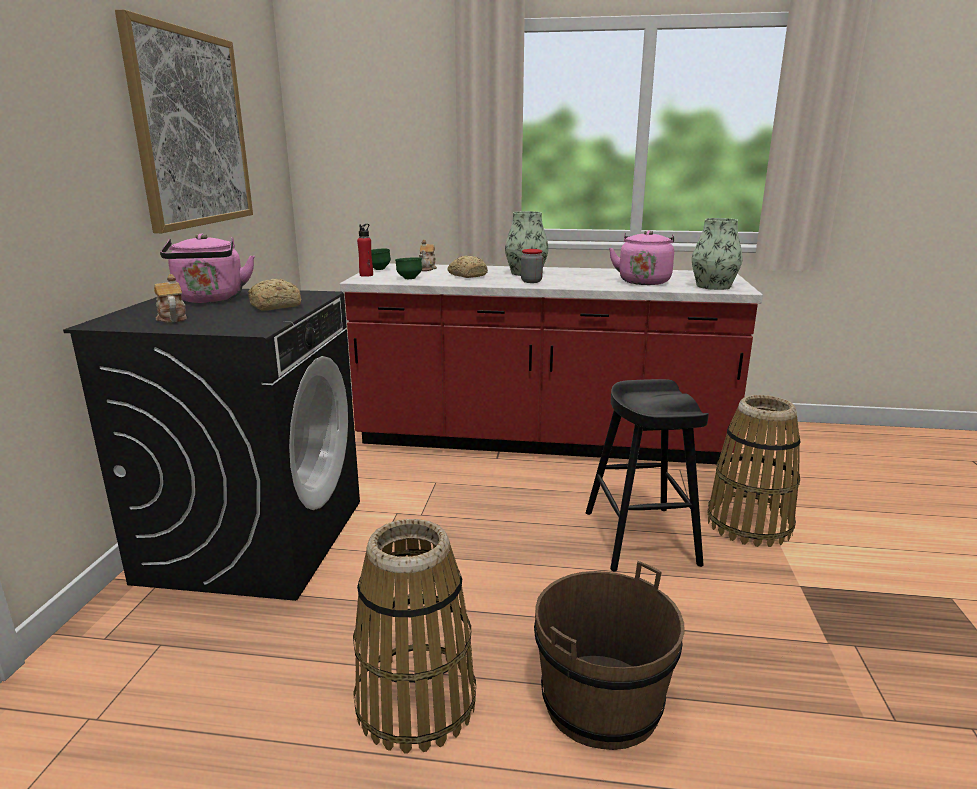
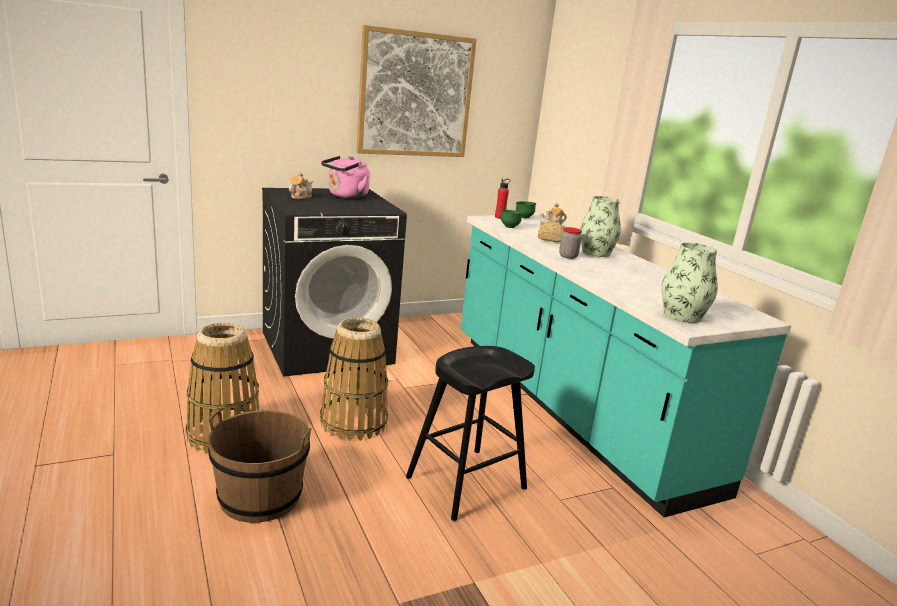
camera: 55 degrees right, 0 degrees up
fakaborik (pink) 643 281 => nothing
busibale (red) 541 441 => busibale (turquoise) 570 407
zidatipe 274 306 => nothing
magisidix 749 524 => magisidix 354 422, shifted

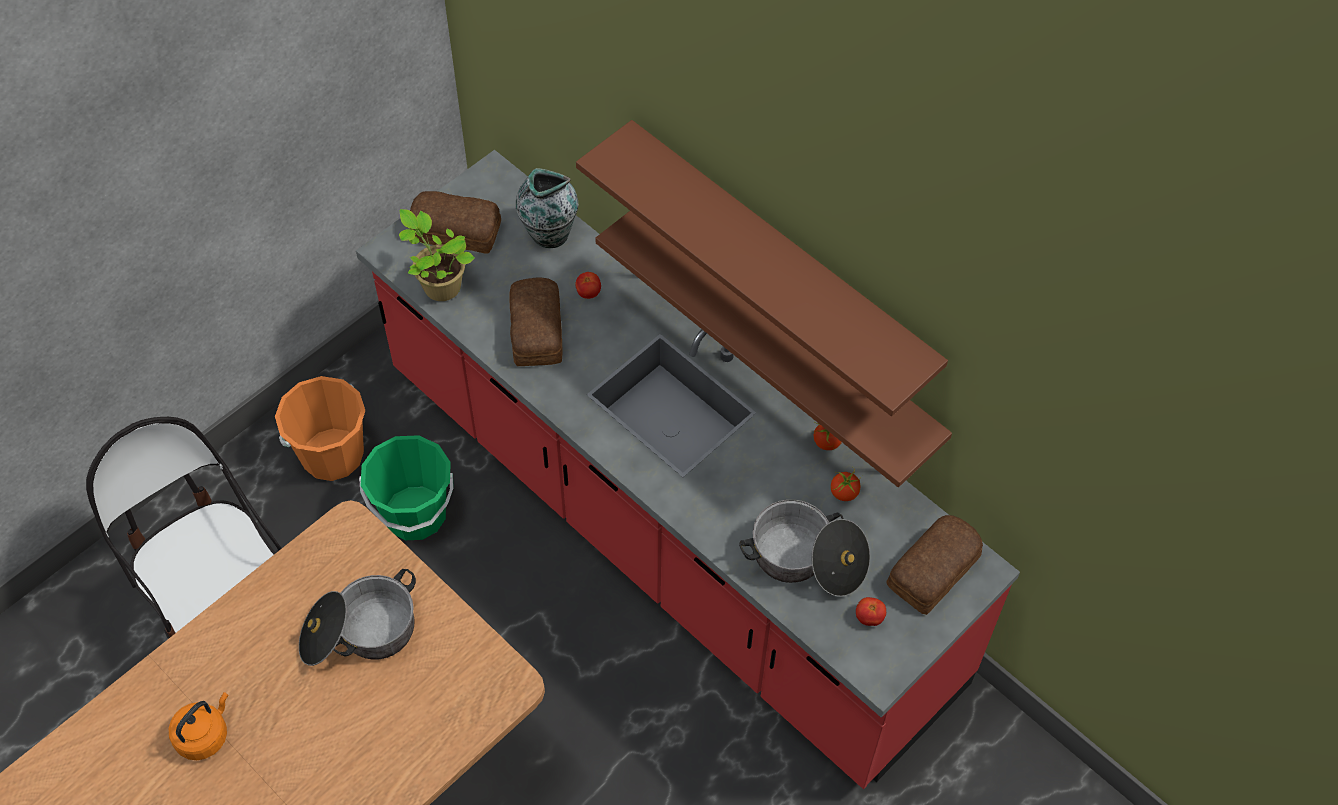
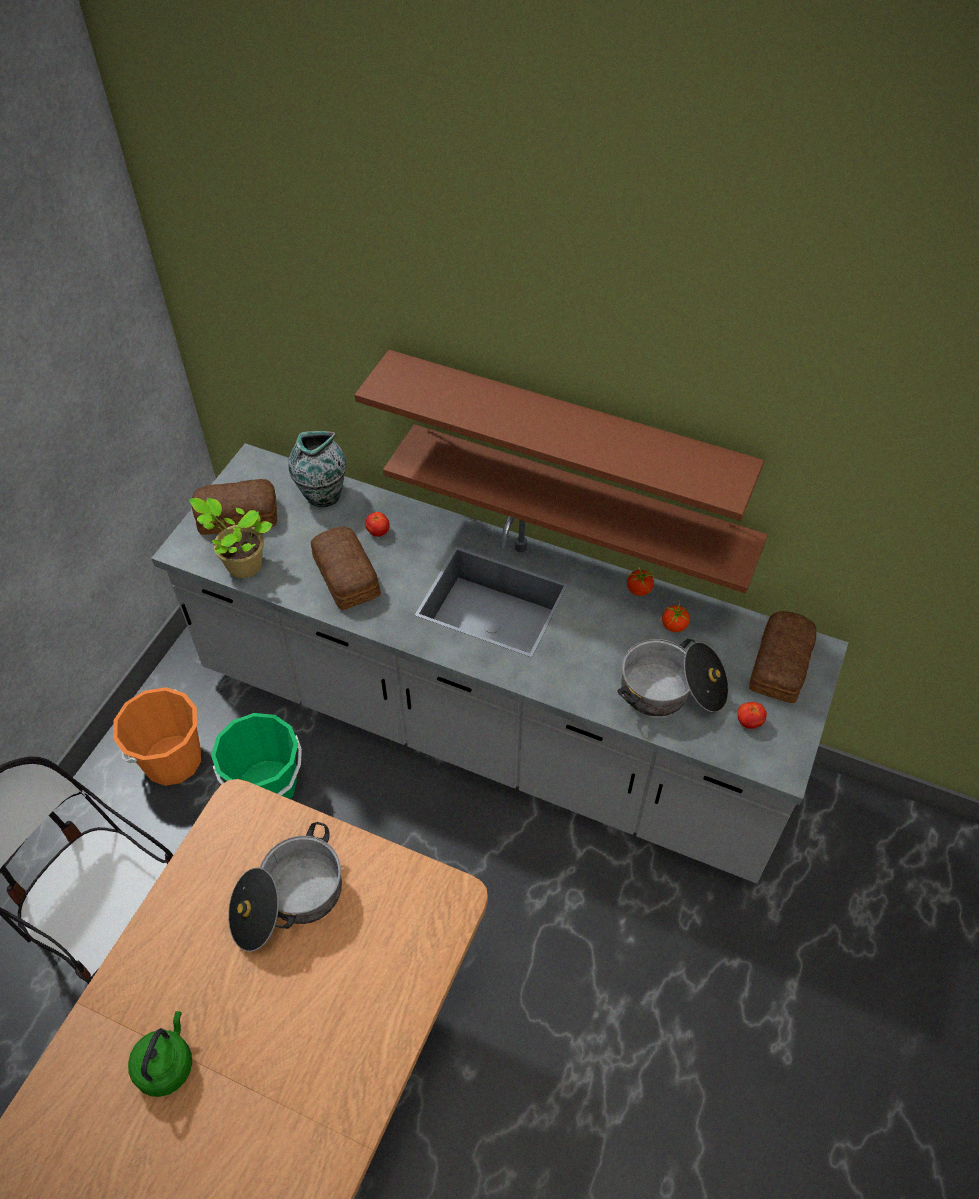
camera: 20 degrees left, 5 degrees down
busibale (red) 666 527 => busibale (grey) 489 725
fakaborik (orange) 204 735 => fakaborik (green) 166 1064

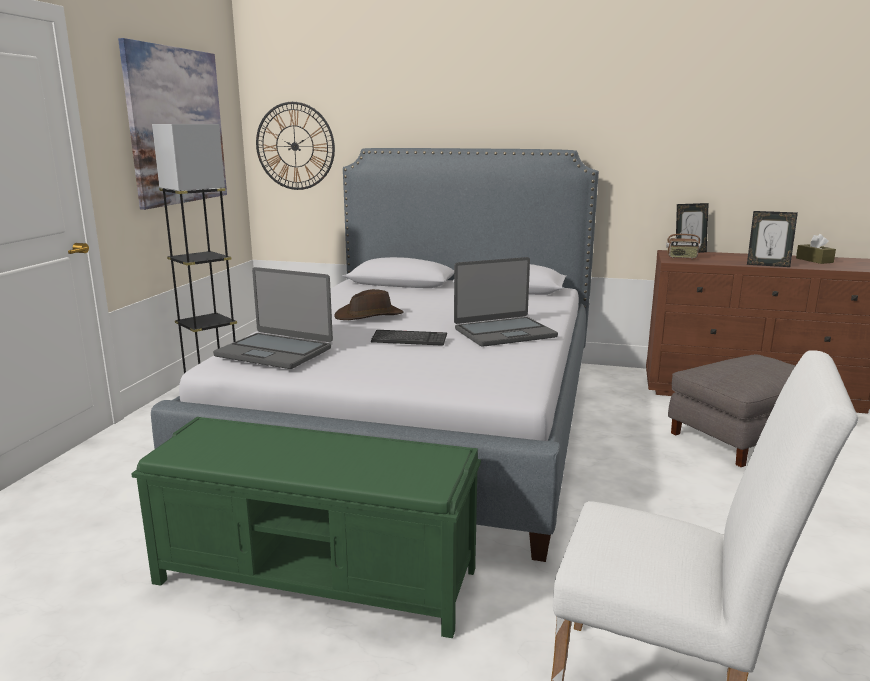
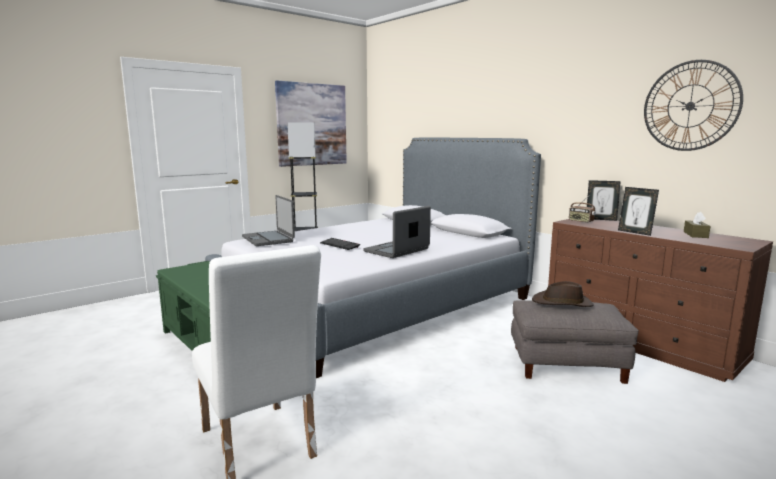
camera: 35 degrees right, 5 degrees down
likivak 295 146 => likivak 690 106, shifted
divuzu 504 333 => divuzu 397 250, 120 degrees clockwise
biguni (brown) 369 316 => biguni (brown) 562 303, shifted

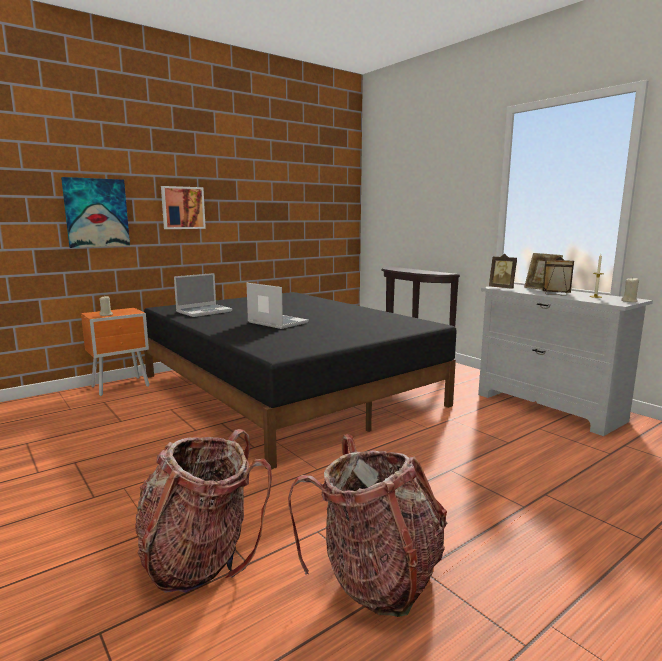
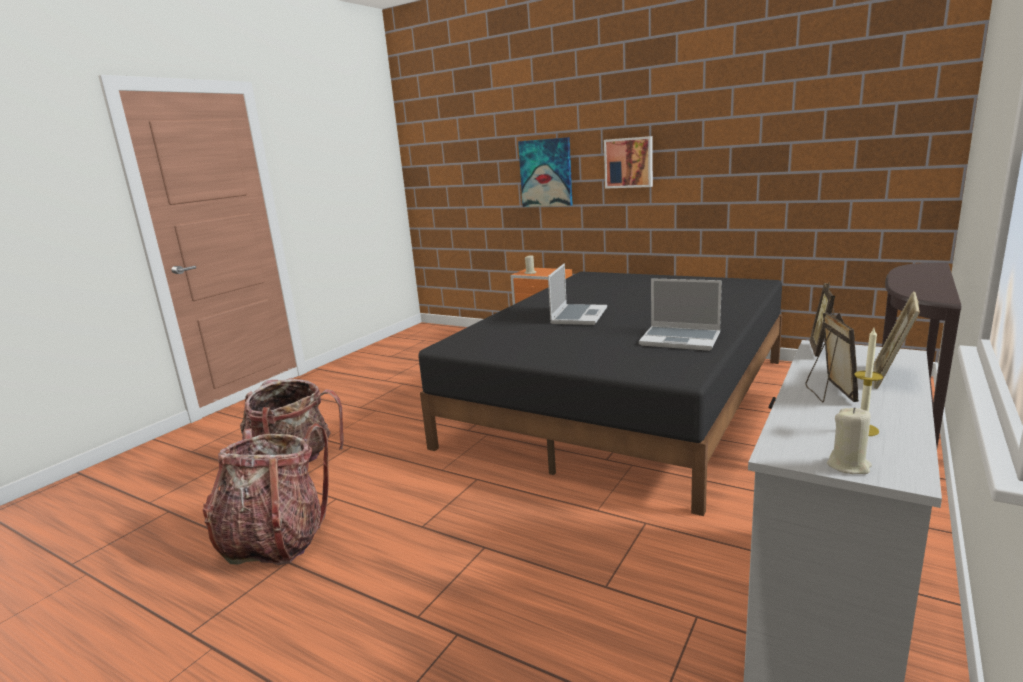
camera: 70 degrees right, 5 degrees up
divuzu 204 311 => divuzu 681 339, shifted

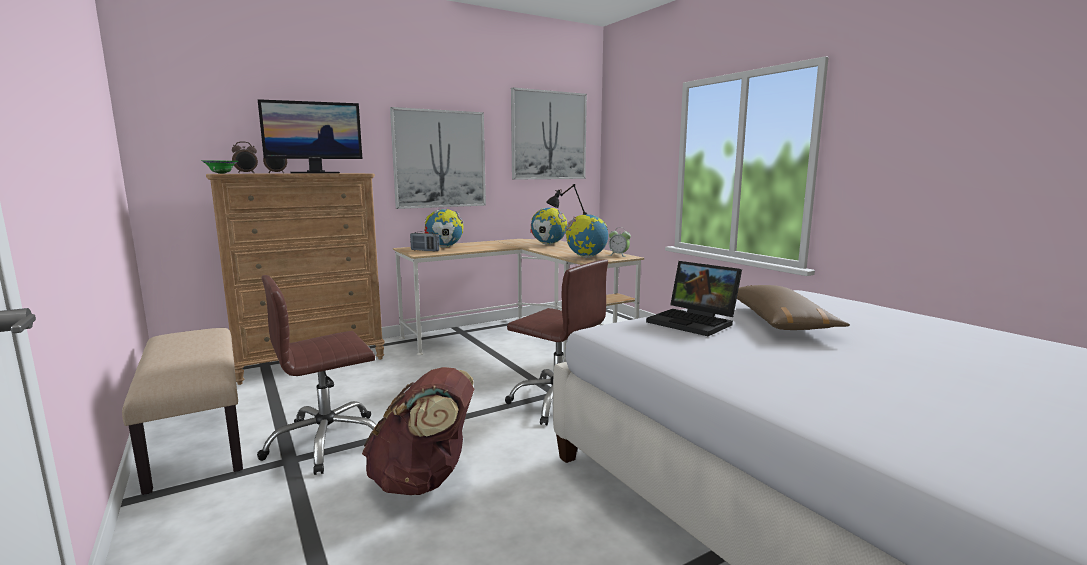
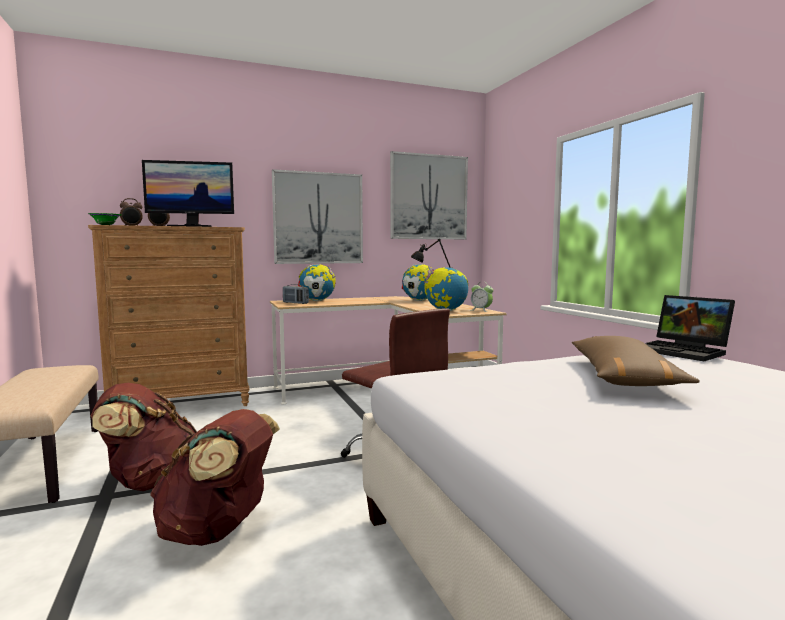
camera: 10 degrees right, 5 degrees down
divuzu 695 322 => divuzu 685 351, shifted
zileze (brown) 327 442 => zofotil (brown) 149 482

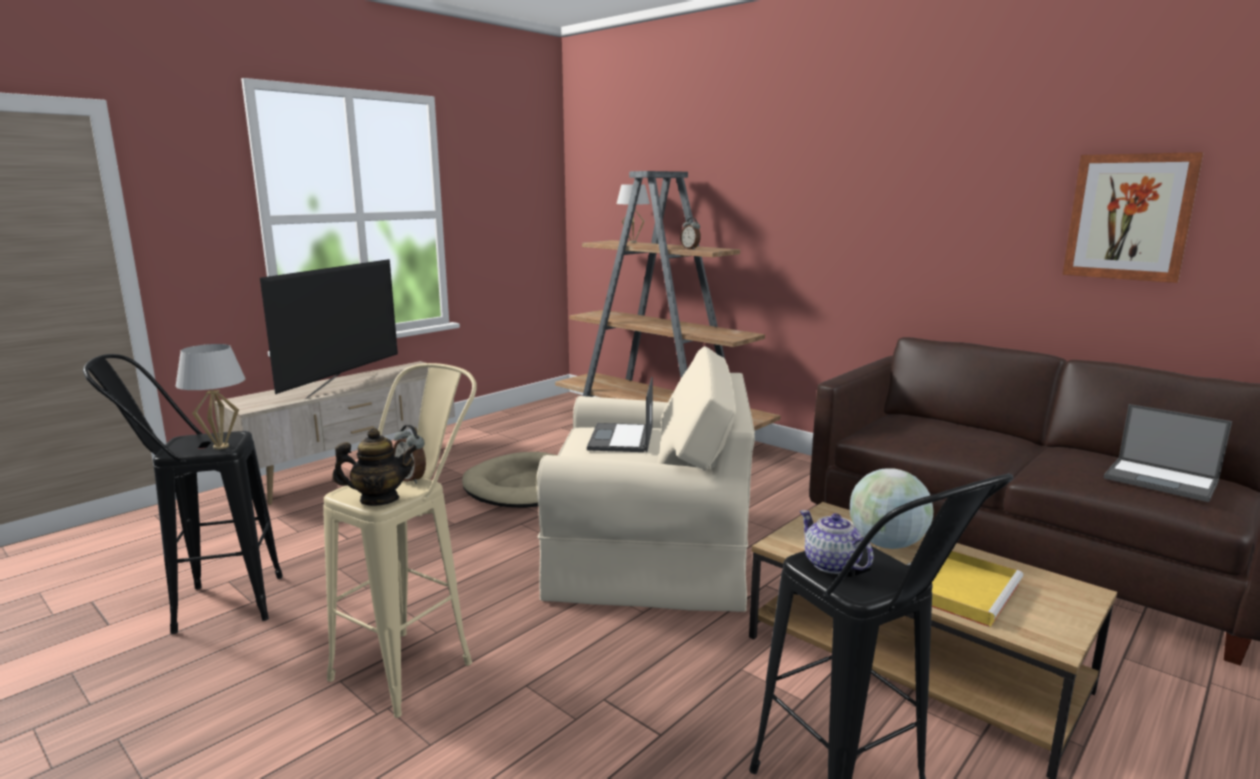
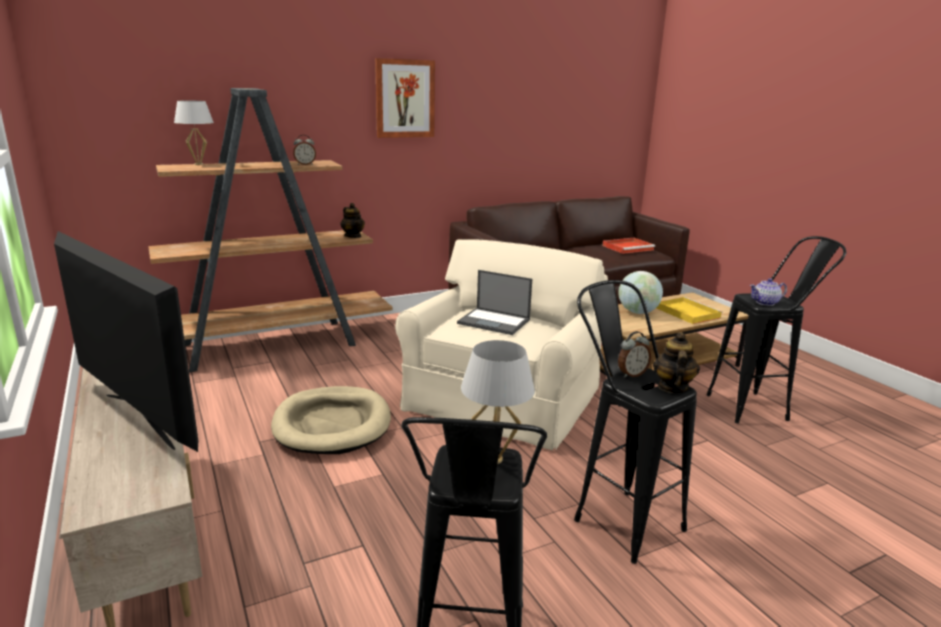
camera: 70 degrees left, 5 degrees up
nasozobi 1129 217 => nasozobi 405 99, shifted
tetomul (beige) 417 661 => tetomul (black) 616 516
divuzu 1162 480 => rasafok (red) 628 247
nothing => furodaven 353 236

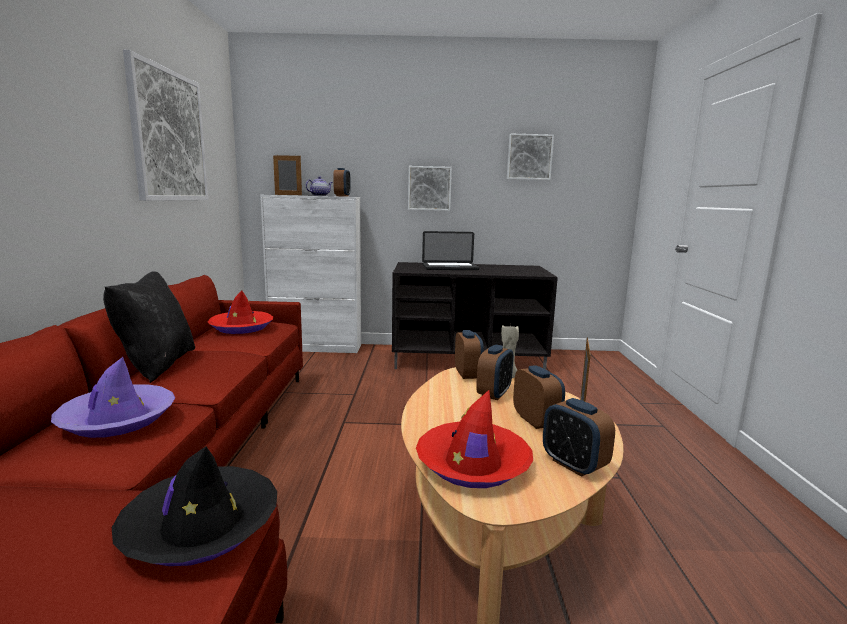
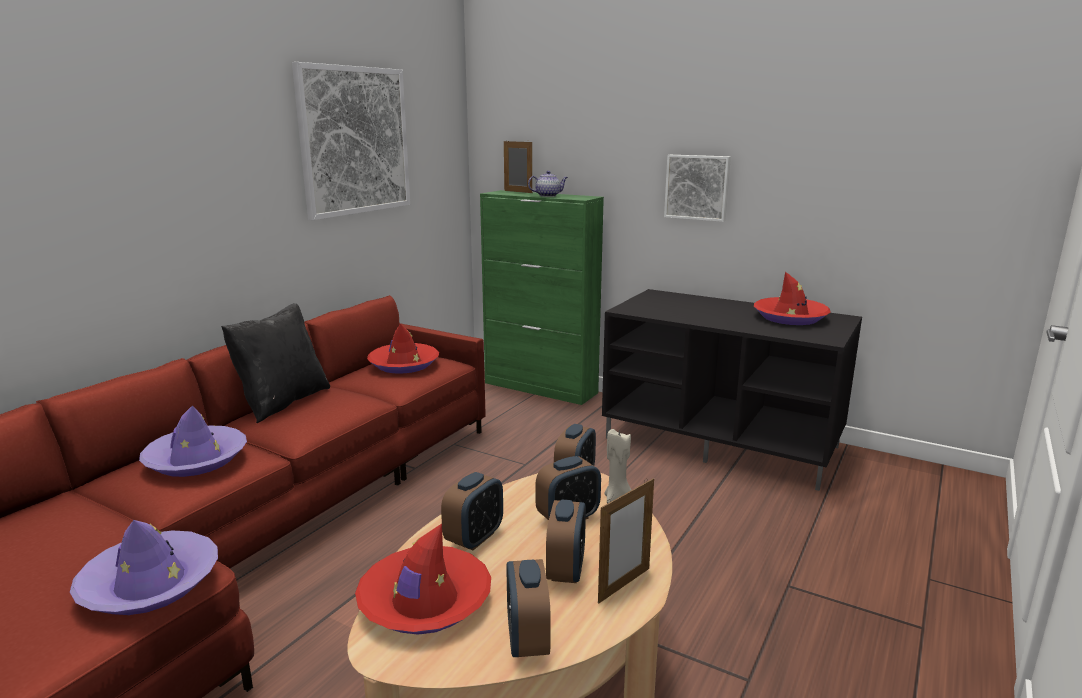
camera: 30 degrees right, 5 degrees up
nasozobi 529 157 => nothing
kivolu 342 196 => kivolu 474 538, shifted
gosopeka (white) 316 347 => gosopeka (green) 541 388
divuzu 450 267 => nothing
biguni (black) 201 527 => biguni (purple) 150 584
nothing => biguni (red) 790 317

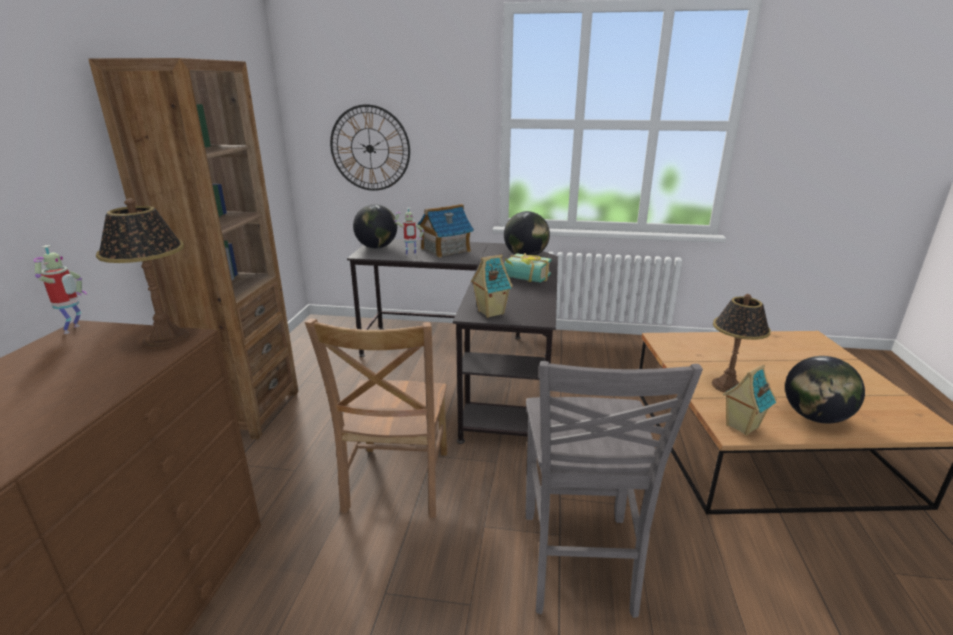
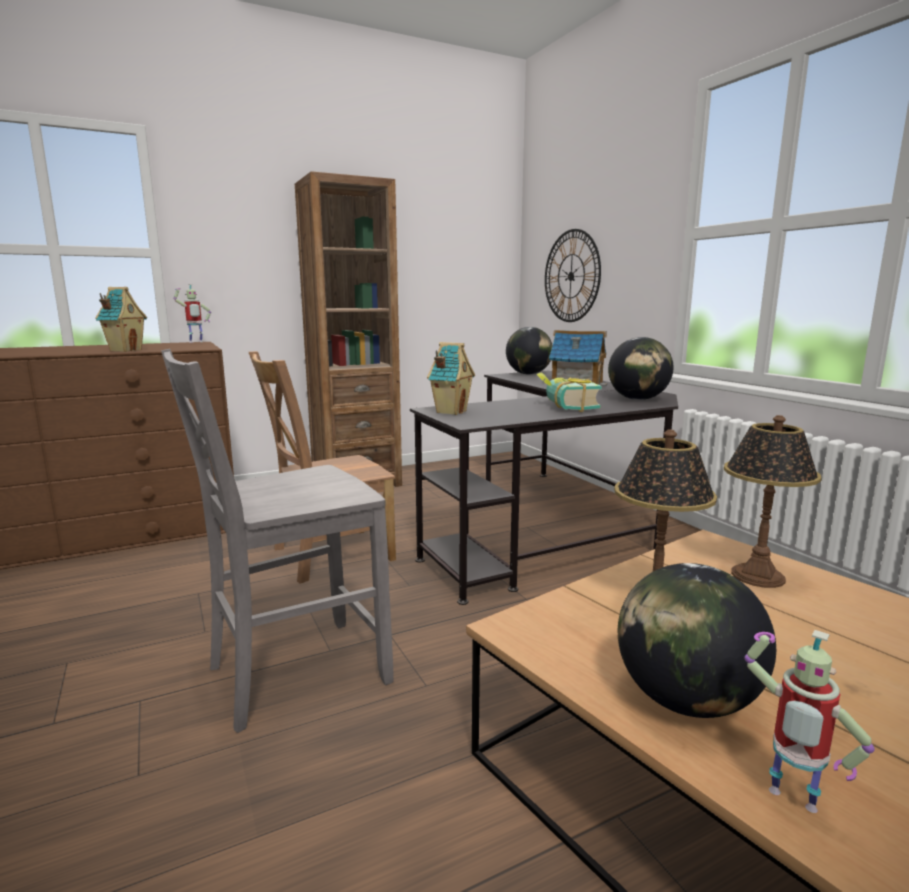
camera: 55 degrees right, 10 degrees down
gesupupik 165 339 => gesupupik 757 576, shifted
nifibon 410 255 => nifibon 789 803, shifted
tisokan 741 426 => tisokan 125 350, shifted

